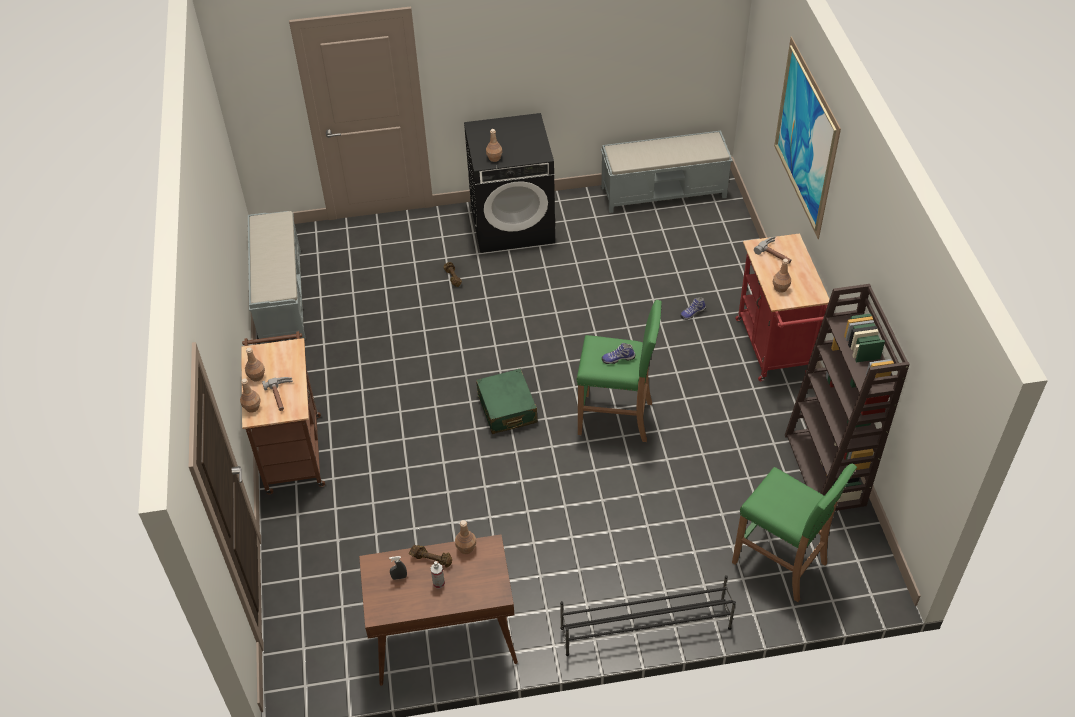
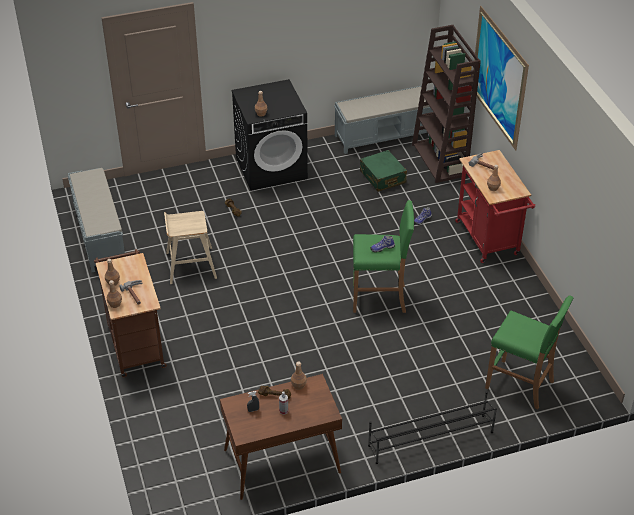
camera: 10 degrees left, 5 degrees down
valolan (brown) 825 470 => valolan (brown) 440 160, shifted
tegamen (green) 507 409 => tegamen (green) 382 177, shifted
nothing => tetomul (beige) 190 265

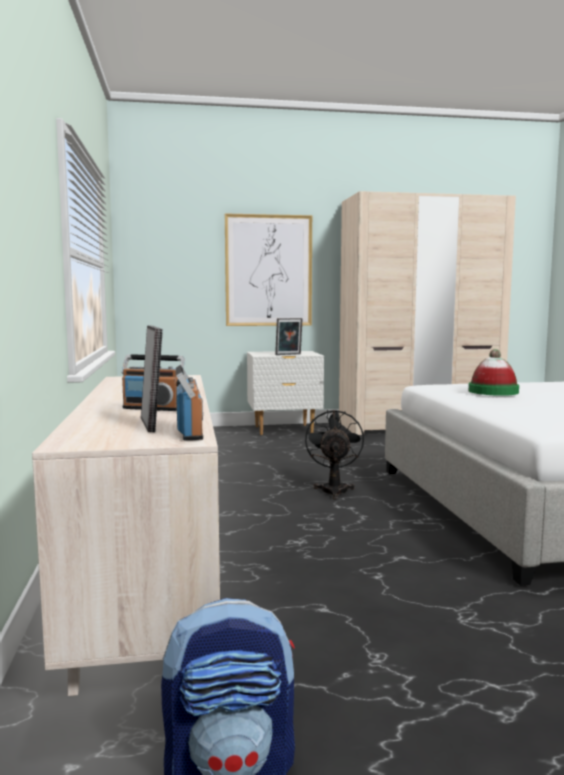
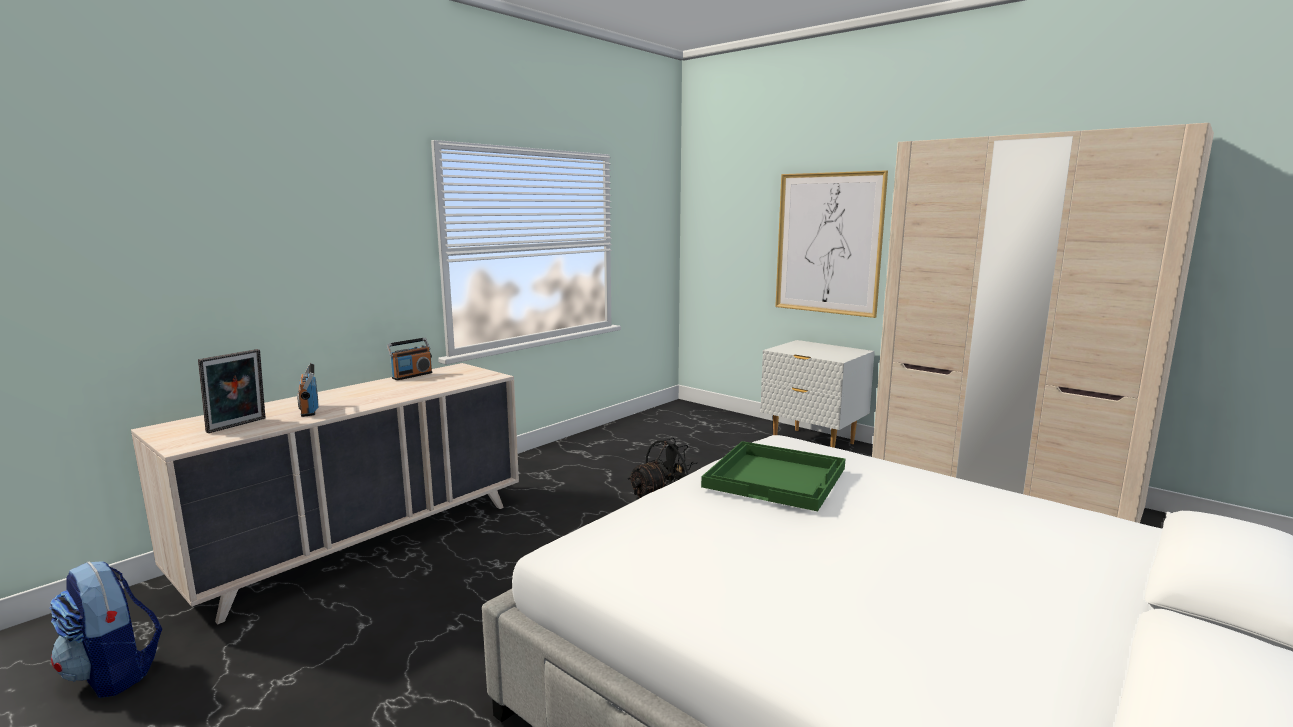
camera: 50 degrees right, 5 degrees up
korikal 288 354 => nothing
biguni 493 391 => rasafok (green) 777 477
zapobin 190 432 => zapobin 412 375, shifted

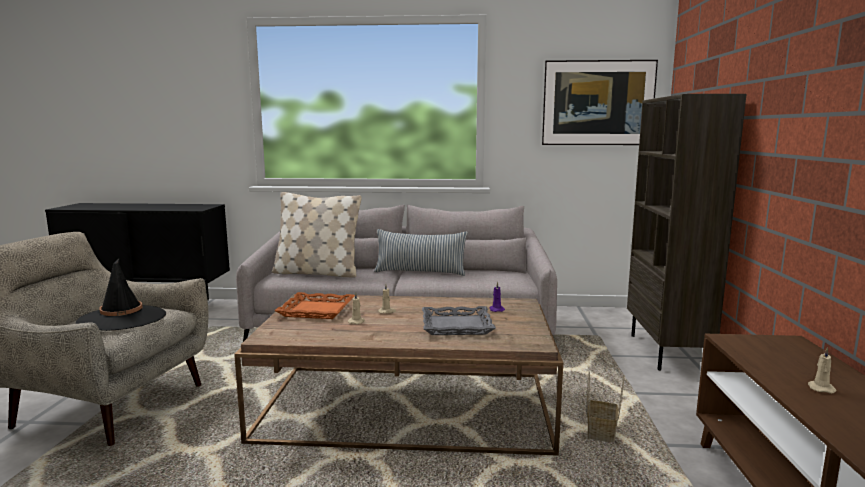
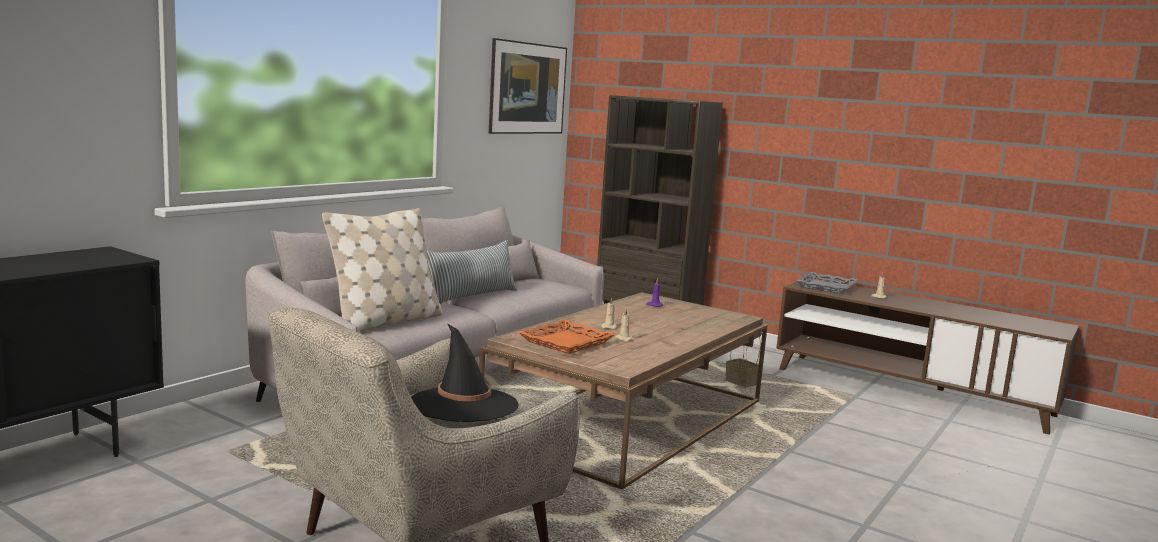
camera: 60 degrees left, 0 degrees up
rasafok (grey) 457 325 => rasafok (grey) 826 287, shifted

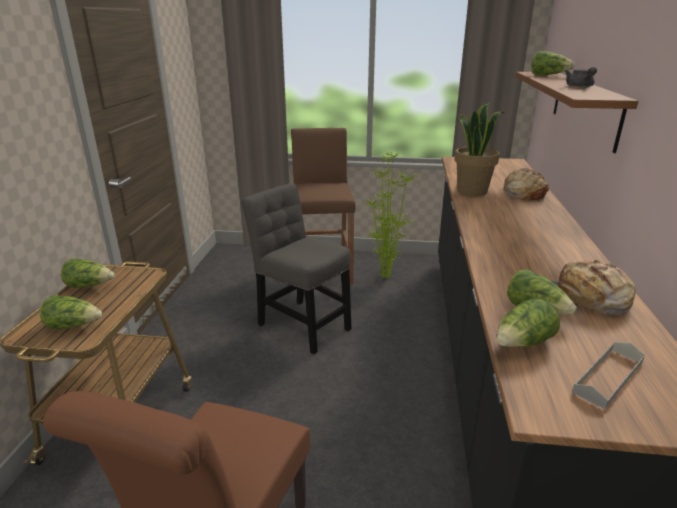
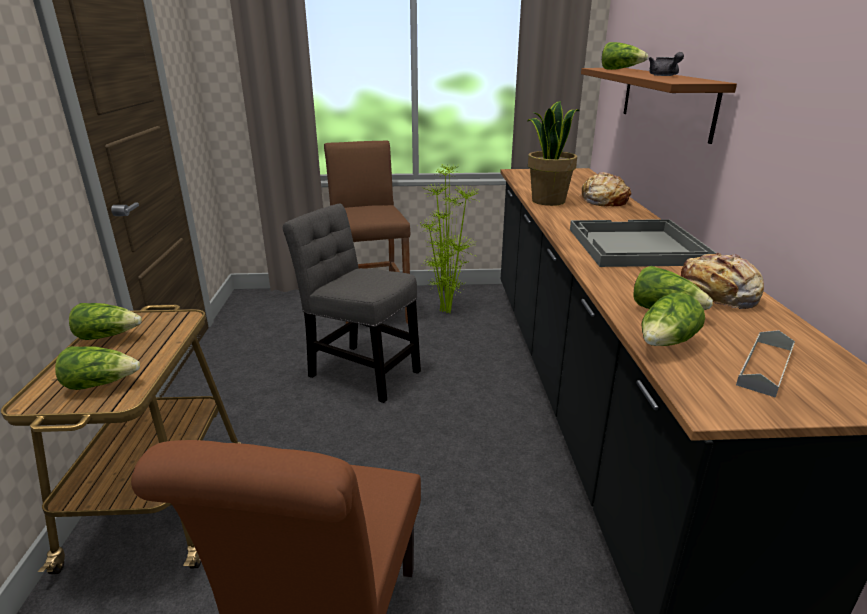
camera: 10 degrees left, 0 degrees up
nothing => rasafok (grey) 636 246

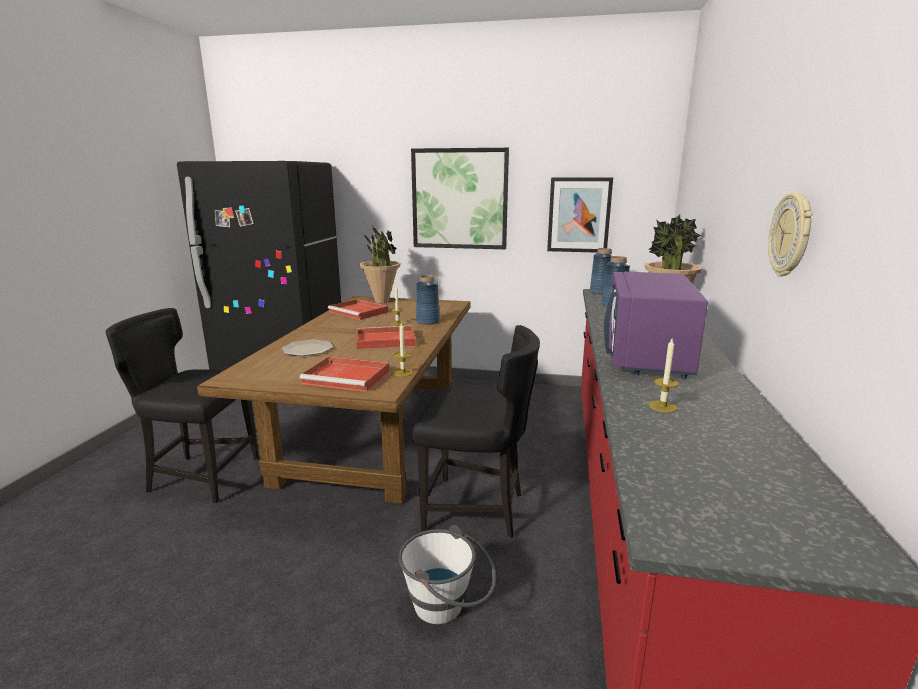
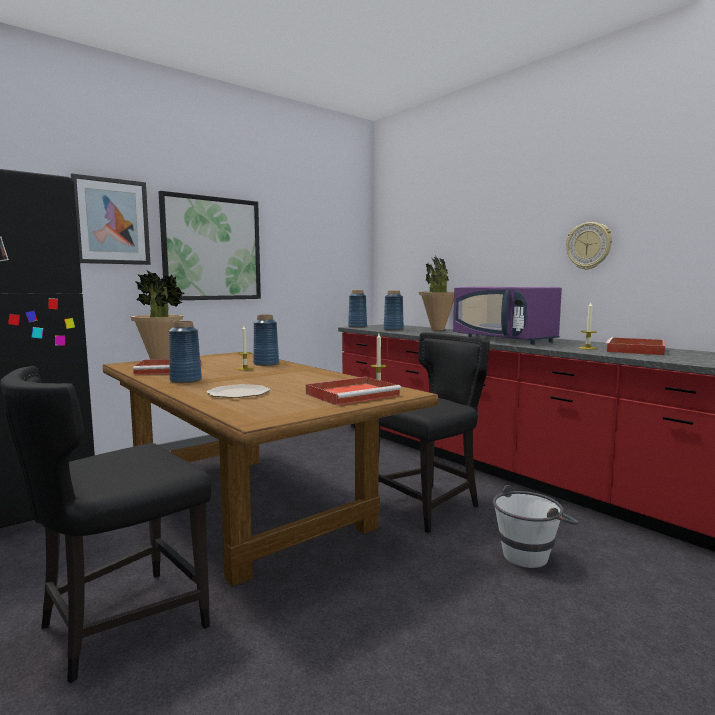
camera: 50 degrees left, 10 degrees down
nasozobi 579 215 => nasozobi 111 221, shifted
rasafok (red) 384 340 => rasafok (red) 635 350, shifted
nothing => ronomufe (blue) 185 380

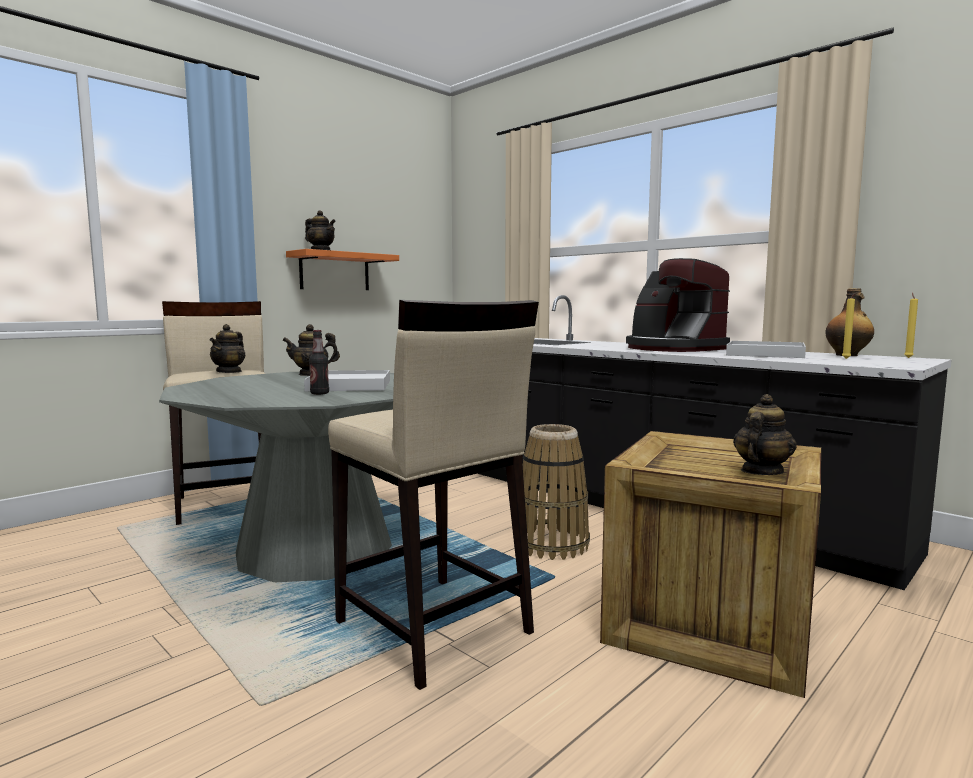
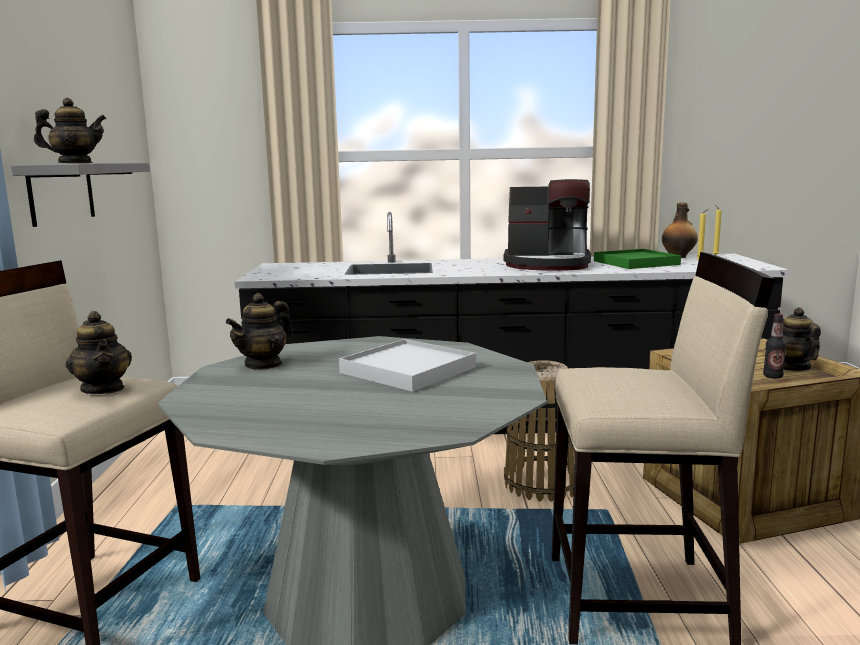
camera: 45 degrees left, 5 degrees up
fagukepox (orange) 335 272 => fagukepox (grey) 61 193
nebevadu 319 393 => nebevadu 773 376, shifted
rasafok (white) 765 354 => rasafok (green) 636 263

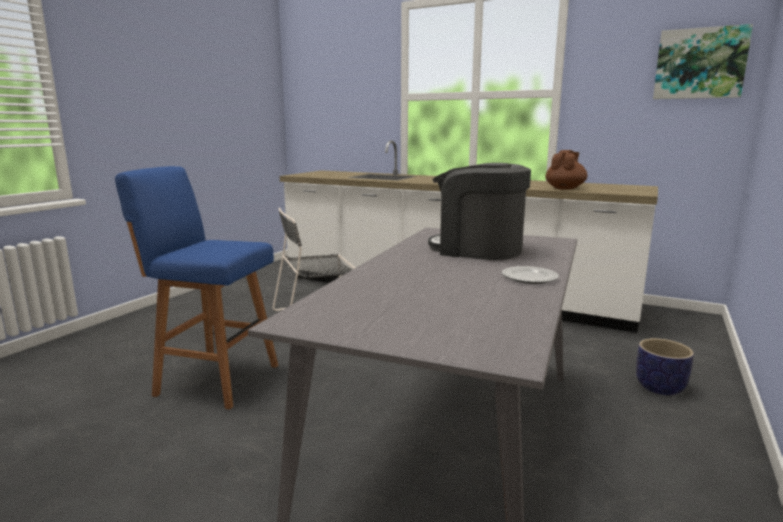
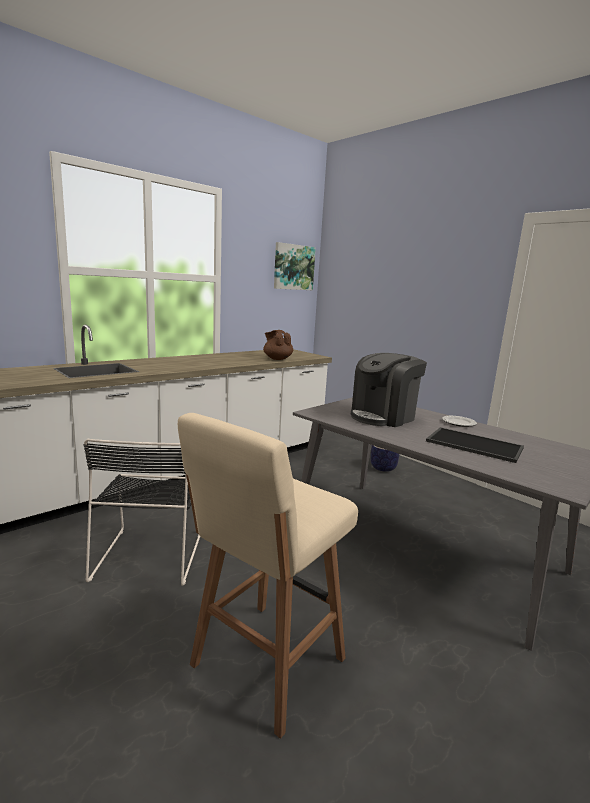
camera: 70 degrees left, 0 degrees up
tetomul (blue) 214 379 => tetomul (beige) 265 665
nothing => rasafok 473 445

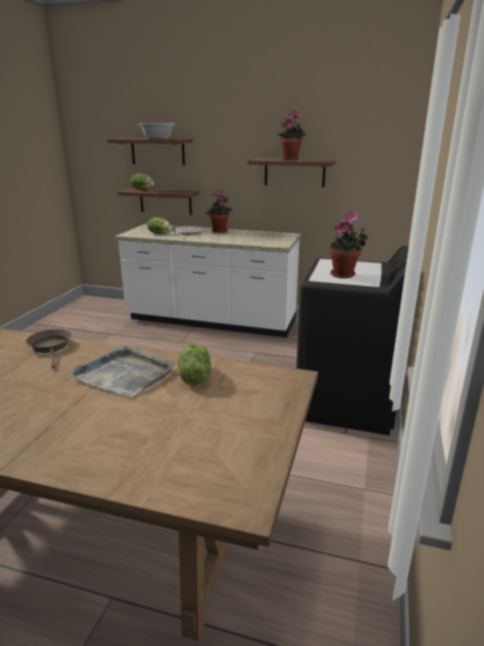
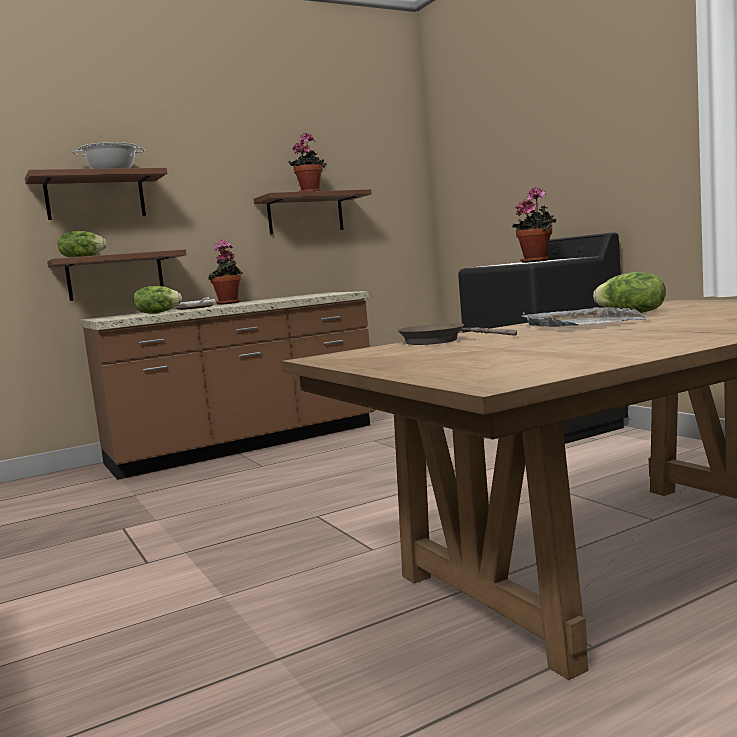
camera: 45 degrees left, 15 degrees down
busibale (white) 211 321 => busibale (brown) 245 445

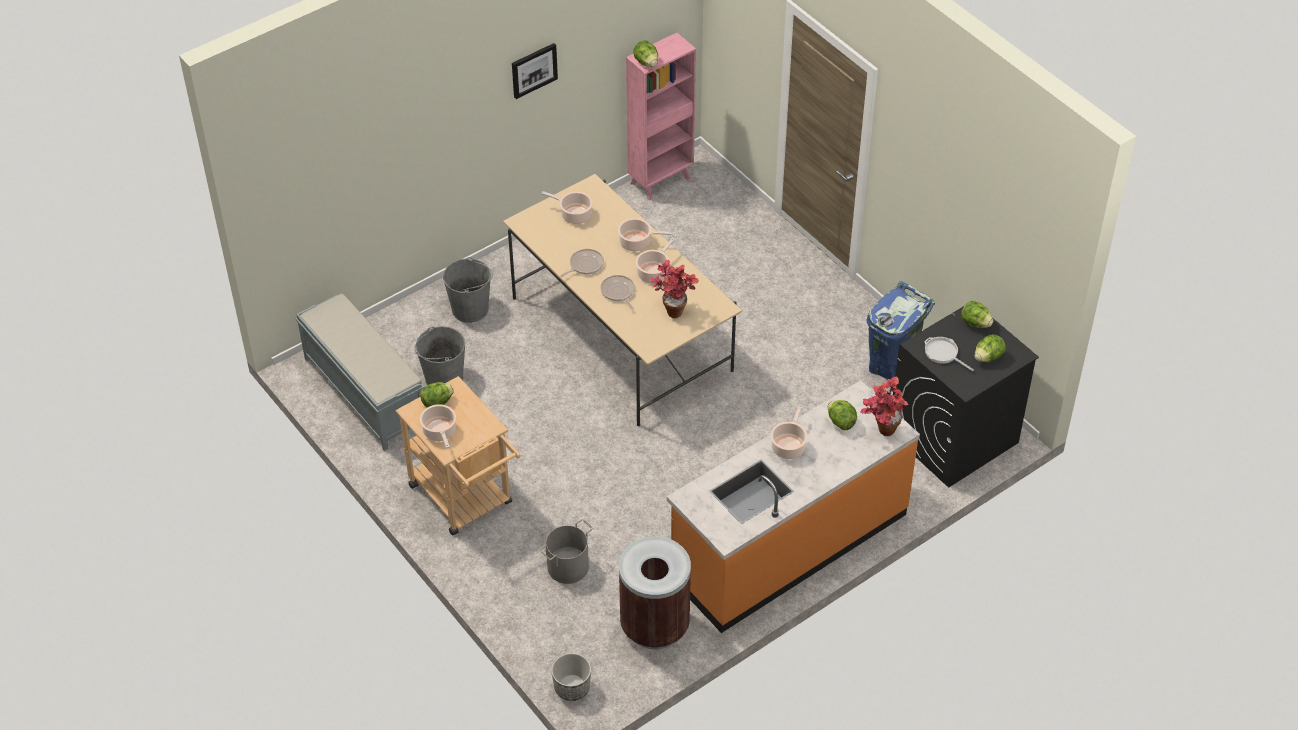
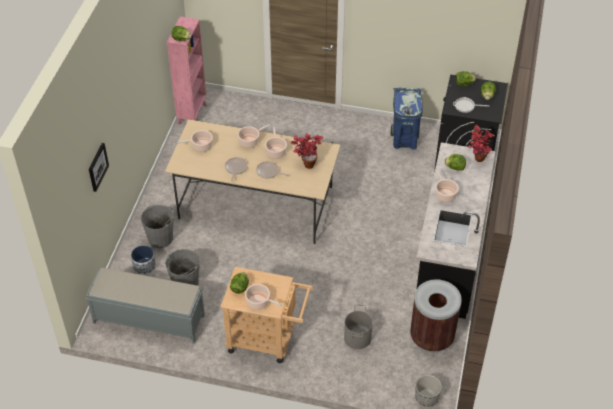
camera: 40 degrees left, 0 degrees up
nasozobi 533 70 => nasozobi 97 167, shifted
busibale (orange) 788 545 => busibale (black) 449 254
nothing => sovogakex 144 266

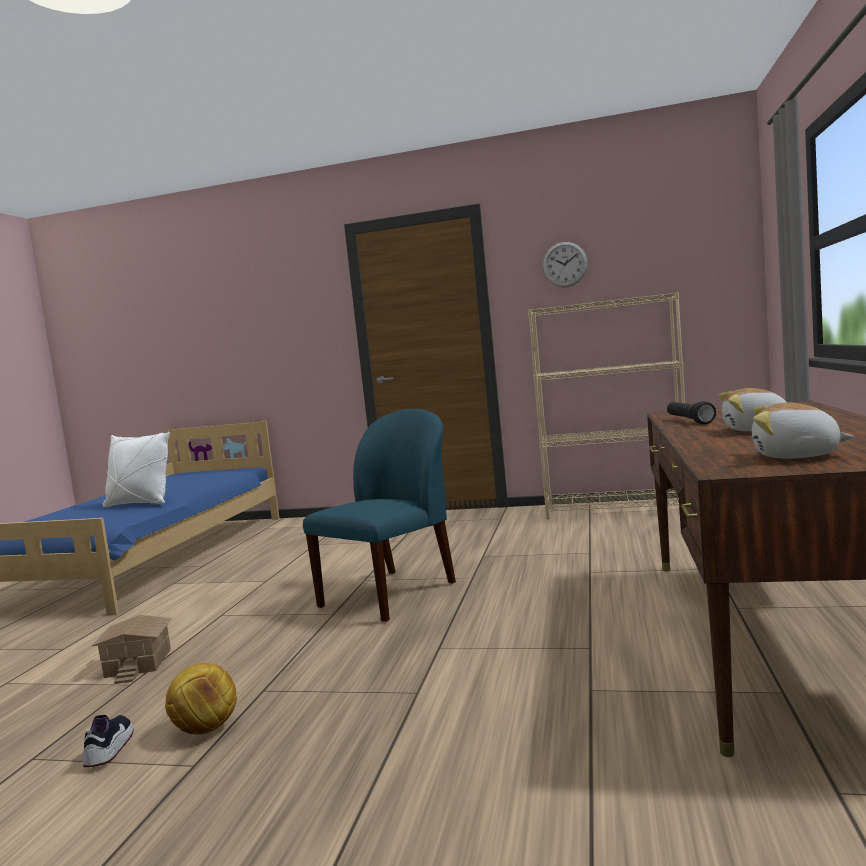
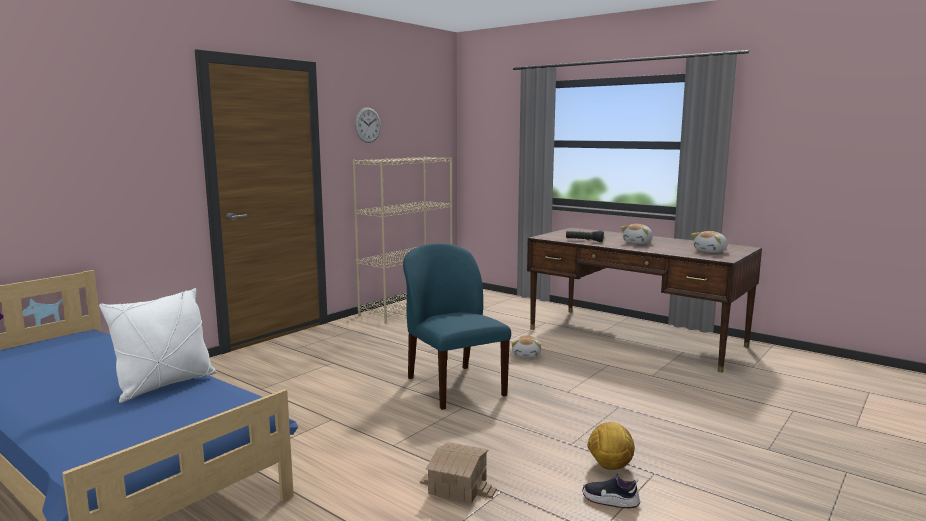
camera: 65 degrees left, 5 degrees up
nothing => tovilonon 527 355

